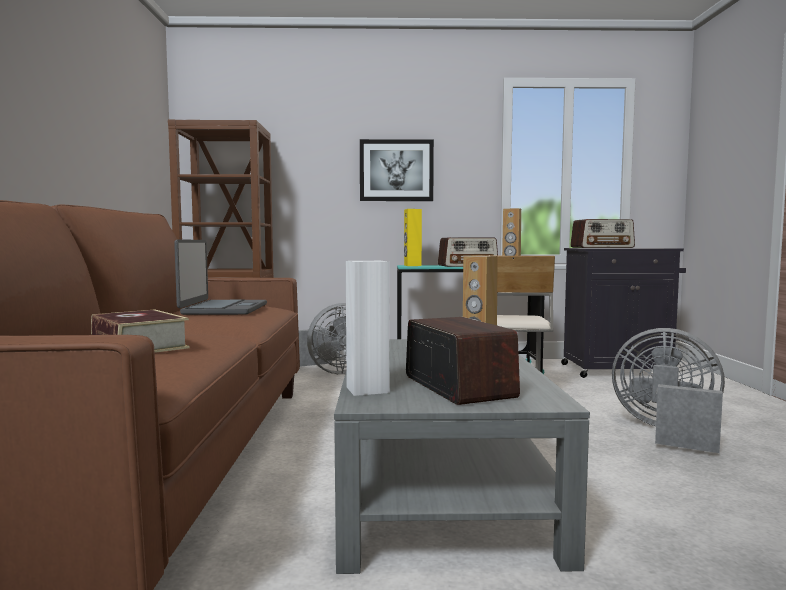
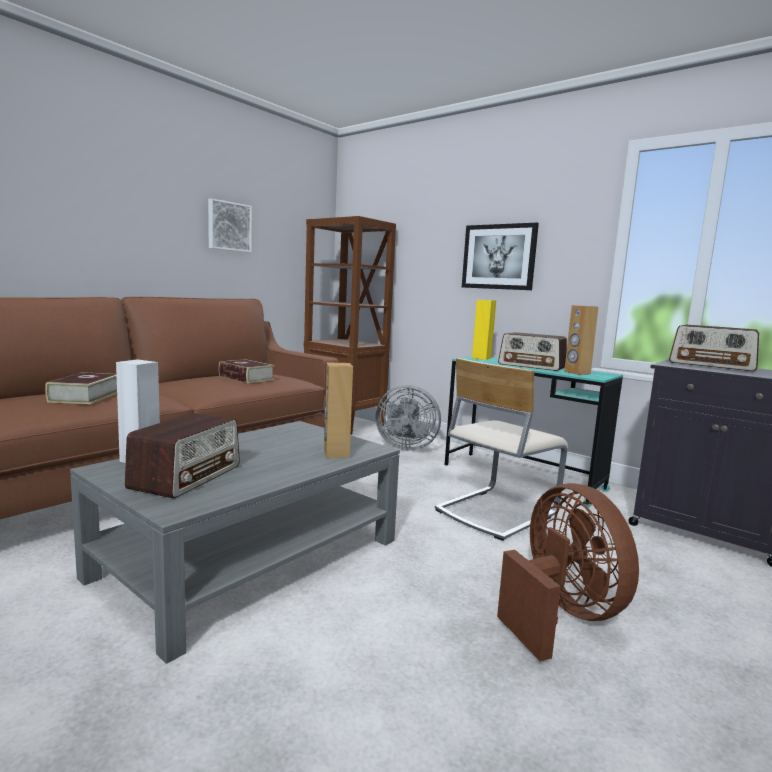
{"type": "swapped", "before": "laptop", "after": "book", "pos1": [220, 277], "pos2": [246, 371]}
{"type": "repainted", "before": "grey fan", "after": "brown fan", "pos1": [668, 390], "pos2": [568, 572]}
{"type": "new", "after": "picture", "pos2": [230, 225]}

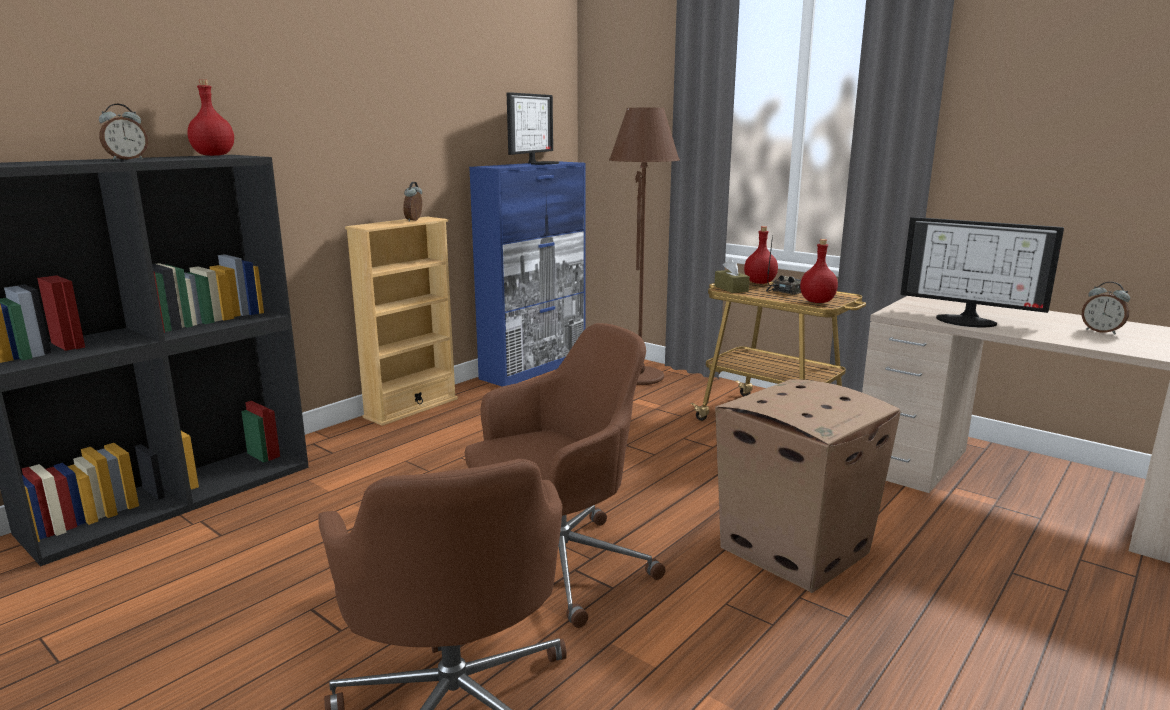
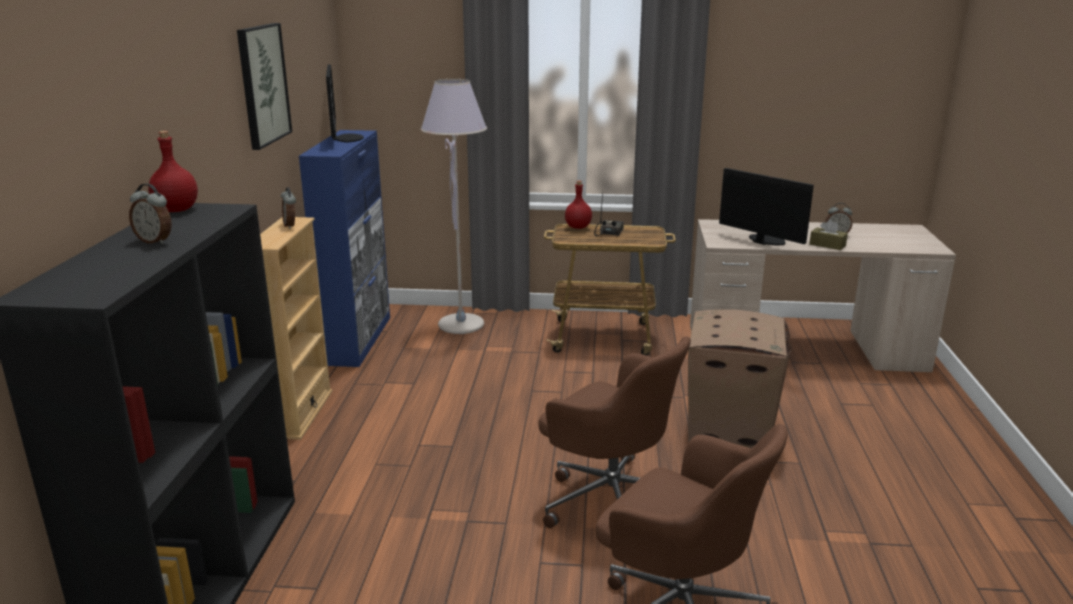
{"type": "rotated", "before": "alarm clock", "pos1": [123, 132], "pos2": [150, 214], "turn": 105}
{"type": "rotated", "before": "brown office chair", "pos1": [565, 475], "pos2": [614, 432], "turn": 105}
{"type": "repainted", "before": "brown floor lamp", "after": "grey floor lamp", "pos1": [644, 246], "pos2": [454, 206]}
{"type": "shifted", "before": "brown tissue box", "pos1": [732, 276], "pos2": [828, 234]}
{"type": "gone", "before": "red bottle", "pos1": [819, 271]}
{"type": "rotated", "before": "monitor", "pos1": [982, 272], "pos2": [766, 206], "turn": -135}
{"type": "new", "after": "picture", "pos2": [264, 86]}

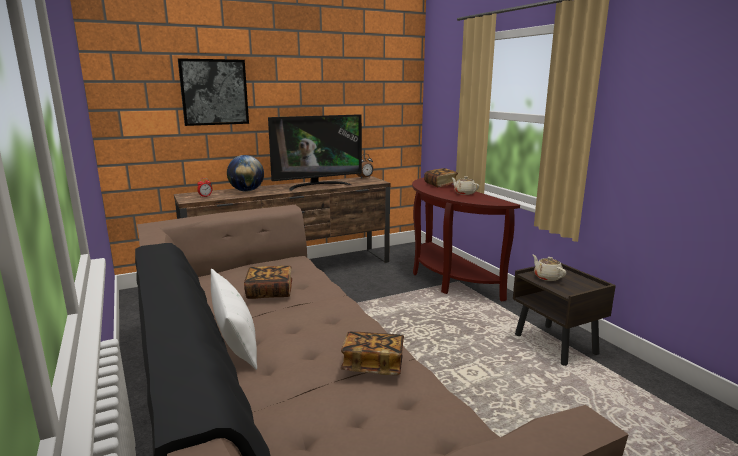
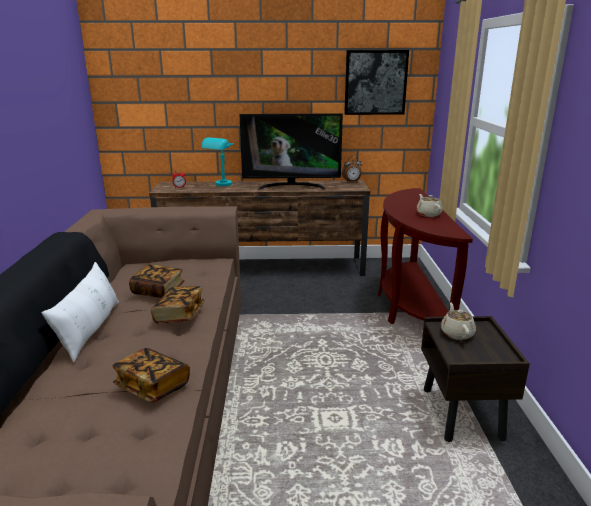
{"type": "shifted", "before": "picture", "pos1": [213, 92], "pos2": [376, 82]}
{"type": "swapped", "before": "globe", "after": "turquoise table lamp", "pos1": [245, 173], "pos2": [217, 162]}
{"type": "shifted", "before": "book", "pos1": [441, 177], "pos2": [177, 305]}

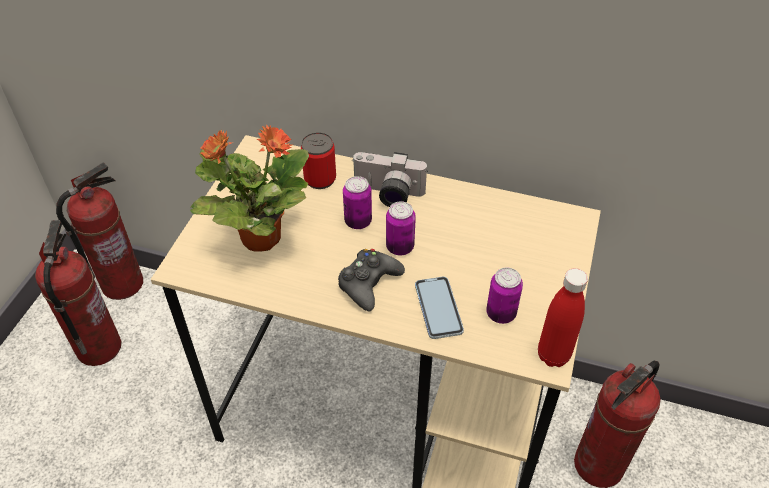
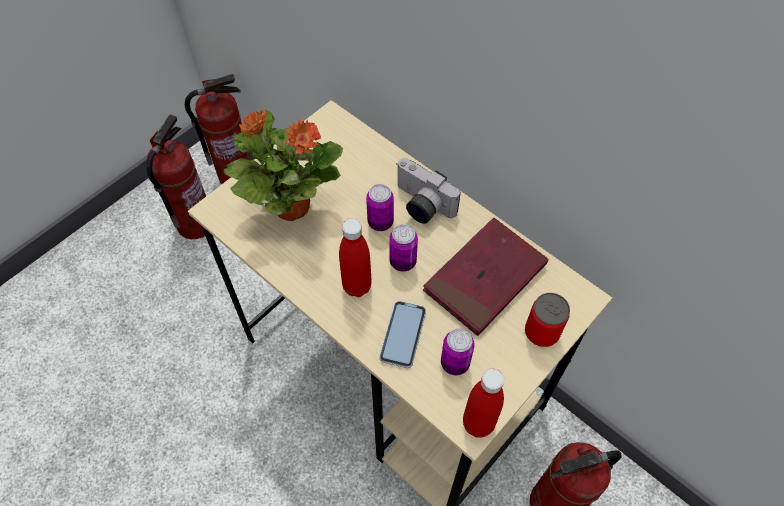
{"type": "shifted", "before": "can", "pos1": [318, 160], "pos2": [547, 320]}
{"type": "swapped", "before": "black game controller", "after": "red bottle", "pos1": [371, 280], "pos2": [355, 257]}
{"type": "new", "after": "red book", "pos2": [486, 277]}

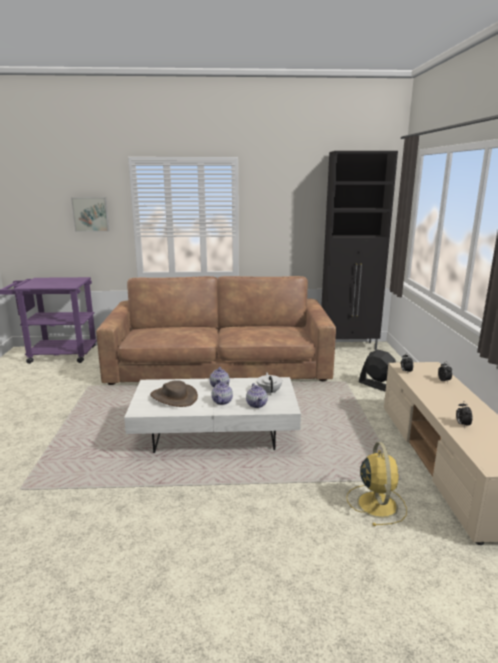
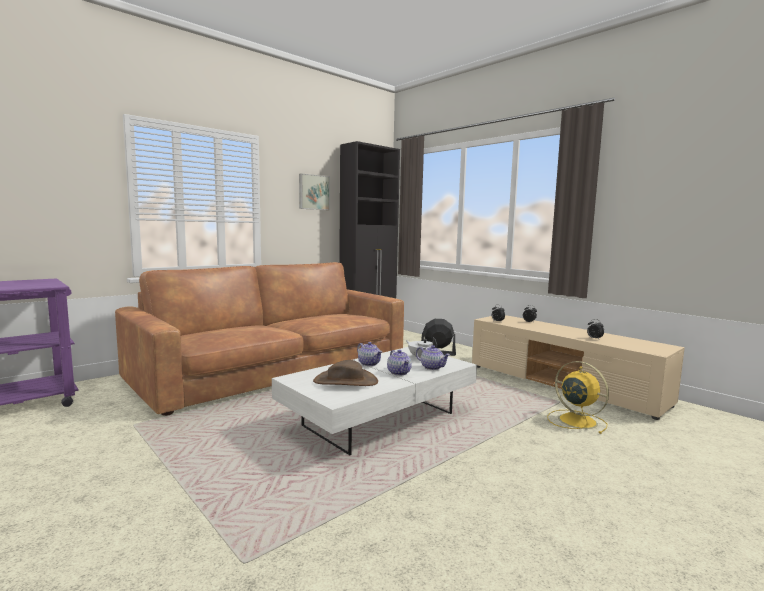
{"type": "shifted", "before": "picture", "pos1": [90, 214], "pos2": [314, 191]}

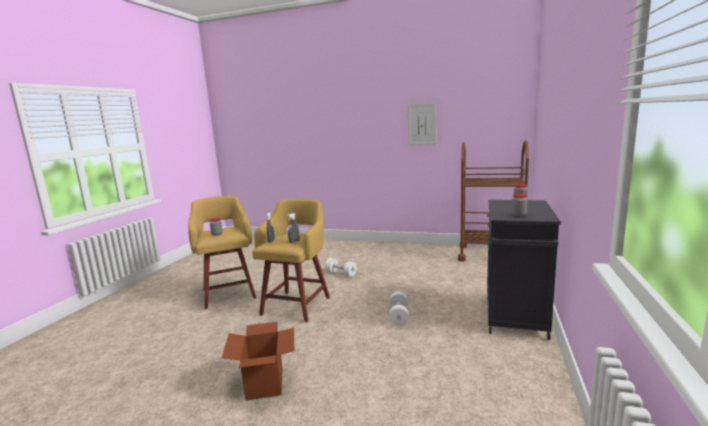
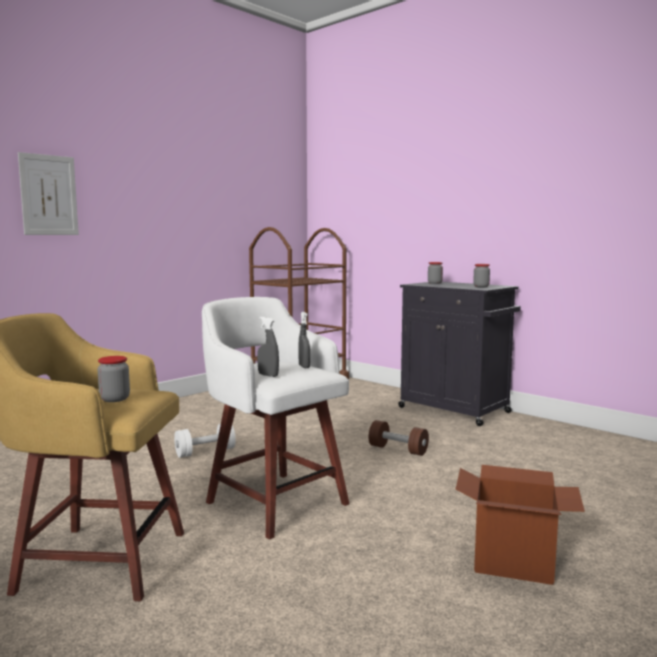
{"type": "repainted", "before": "yellow stool", "after": "white stool", "pos1": [291, 260], "pos2": [275, 418]}
{"type": "repainted", "before": "white dumbbell", "after": "brown dumbbell", "pos1": [398, 308], "pos2": [398, 438]}
{"type": "shifted", "before": "picture", "pos1": [422, 124], "pos2": [48, 193]}

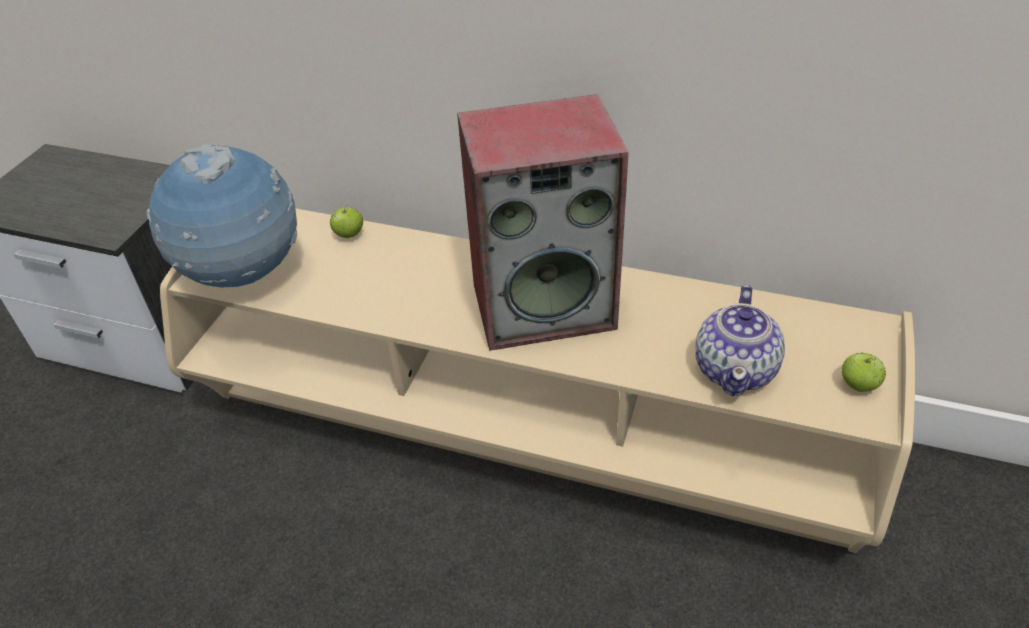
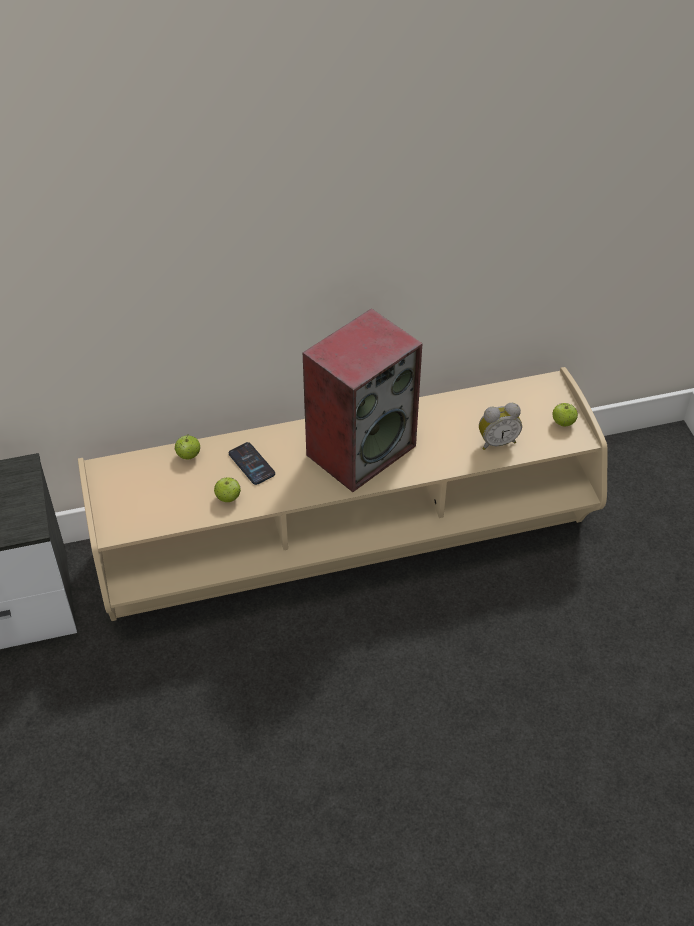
{"type": "gone", "before": "globe", "pos1": [222, 216]}
{"type": "swapped", "before": "teapot", "after": "alarm clock", "pos1": [740, 340], "pos2": [500, 426]}
{"type": "new", "after": "apple", "pos2": [227, 489]}
{"type": "new", "after": "phone", "pos2": [252, 463]}

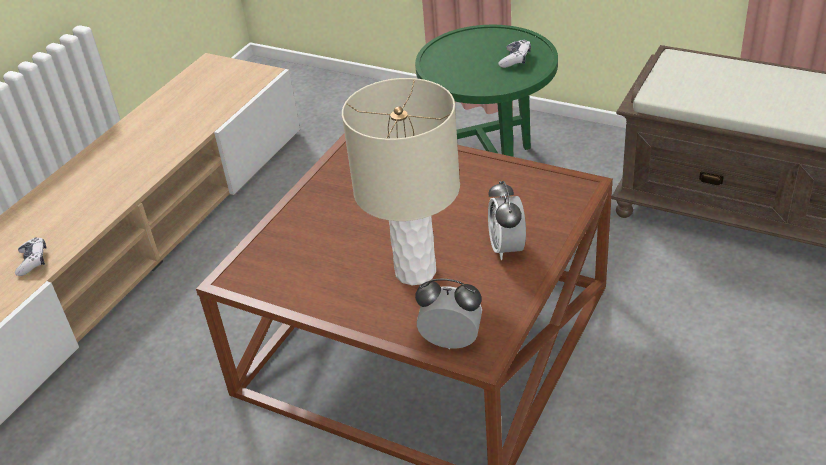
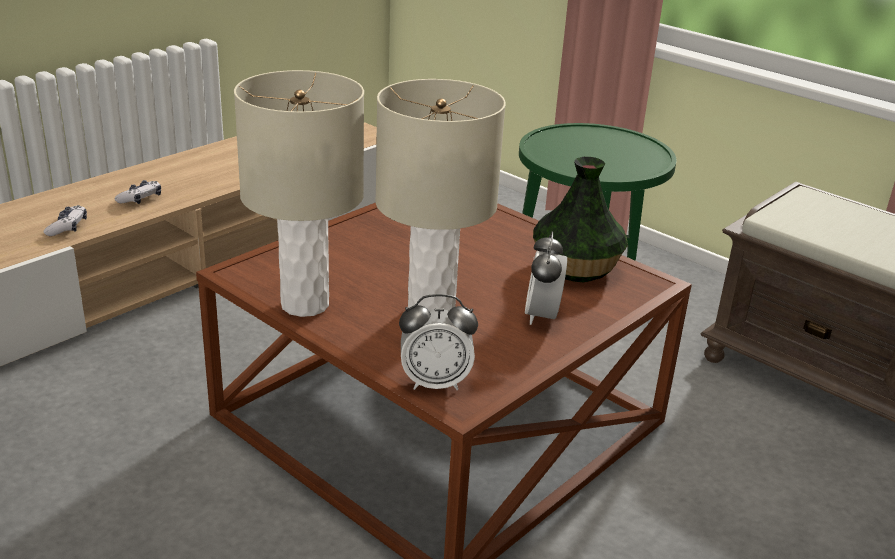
{"type": "rotated", "before": "alarm clock", "pos1": [448, 314], "pos2": [438, 342], "turn": 150}
{"type": "shifted", "before": "game controller", "pos1": [514, 54], "pos2": [137, 192]}
{"type": "new", "after": "beige table lamp", "pos2": [299, 193]}
{"type": "new", "after": "vase", "pos2": [580, 219]}

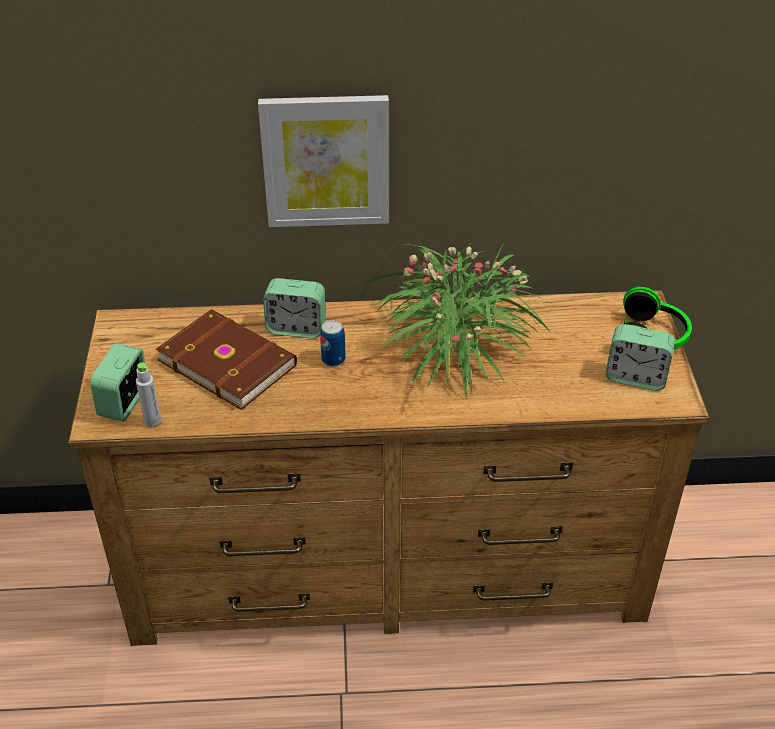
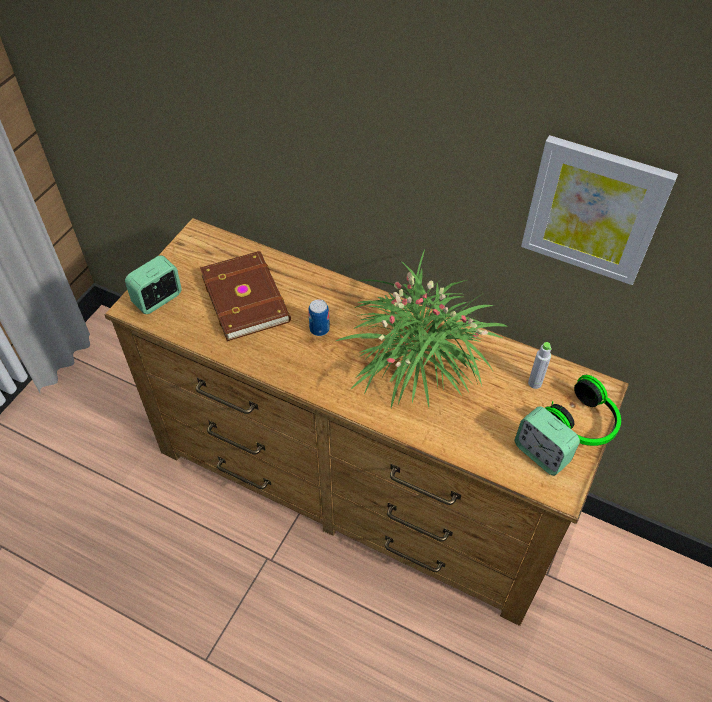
{"type": "shifted", "before": "grey bottle", "pos1": [148, 395], "pos2": [540, 365]}
{"type": "shifted", "before": "picture", "pos1": [323, 161], "pos2": [599, 210]}
{"type": "gone", "before": "alarm clock", "pos1": [294, 308]}

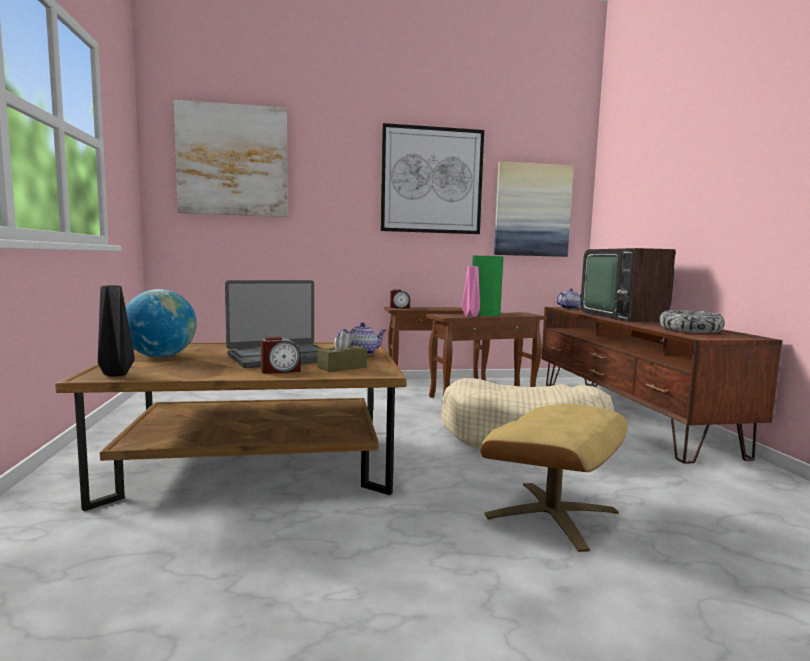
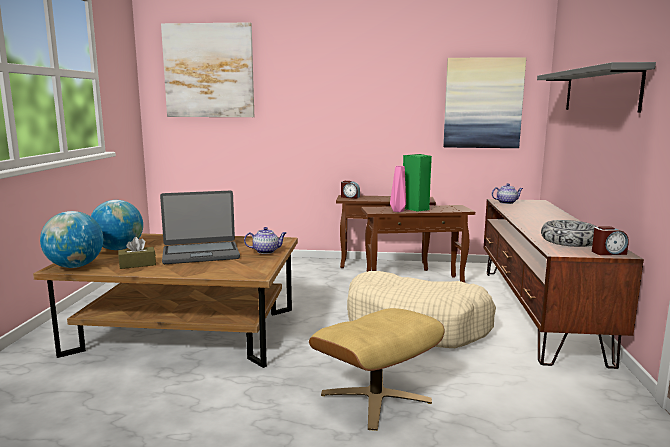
{"type": "swapped", "before": "black vase", "after": "globe", "pos1": [116, 331], "pos2": [71, 239]}
{"type": "shifted", "before": "alarm clock", "pos1": [281, 355], "pos2": [610, 240]}
{"type": "shifted", "before": "brown tissue box", "pos1": [342, 351], "pos2": [137, 253]}
{"type": "gone", "before": "picture", "pos1": [432, 178]}
{"type": "gone", "before": "television", "pos1": [627, 285]}
{"type": "new", "after": "grey shelf", "pos2": [596, 87]}

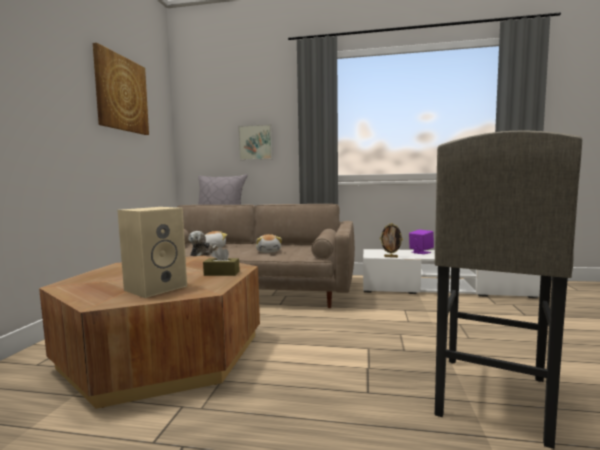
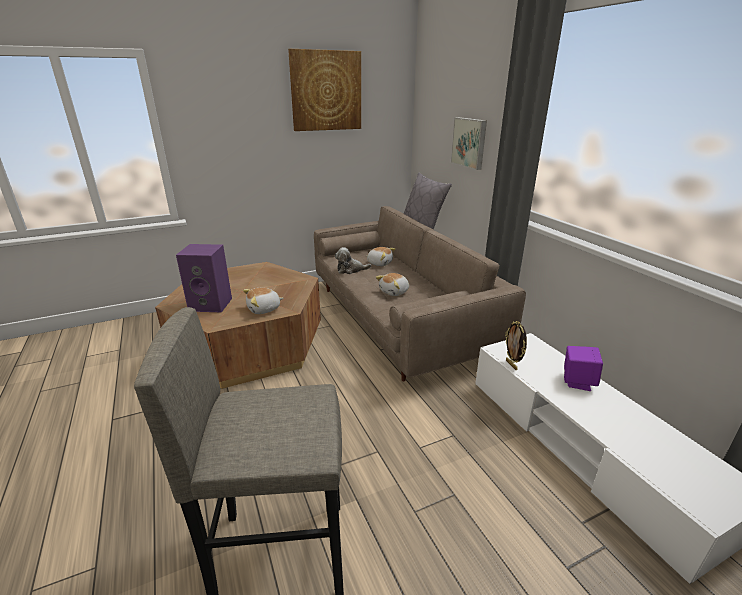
{"type": "repainted", "before": "beige speaker", "after": "purple speaker", "pos1": [152, 252], "pos2": [204, 278]}
{"type": "swapped", "before": "brown tissue box", "after": "plush toy", "pos1": [221, 261], "pos2": [263, 301]}

